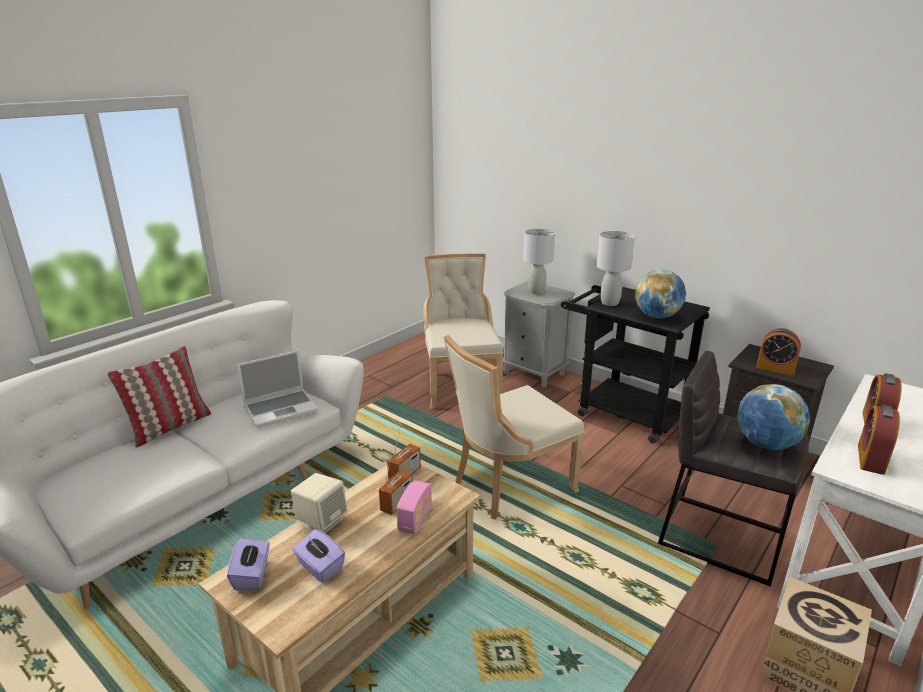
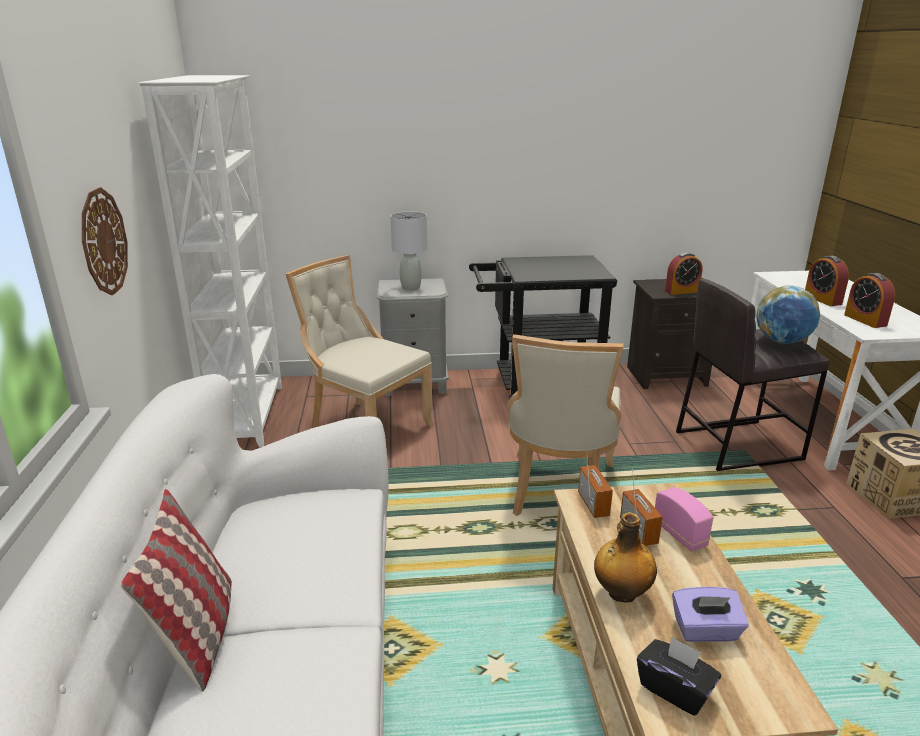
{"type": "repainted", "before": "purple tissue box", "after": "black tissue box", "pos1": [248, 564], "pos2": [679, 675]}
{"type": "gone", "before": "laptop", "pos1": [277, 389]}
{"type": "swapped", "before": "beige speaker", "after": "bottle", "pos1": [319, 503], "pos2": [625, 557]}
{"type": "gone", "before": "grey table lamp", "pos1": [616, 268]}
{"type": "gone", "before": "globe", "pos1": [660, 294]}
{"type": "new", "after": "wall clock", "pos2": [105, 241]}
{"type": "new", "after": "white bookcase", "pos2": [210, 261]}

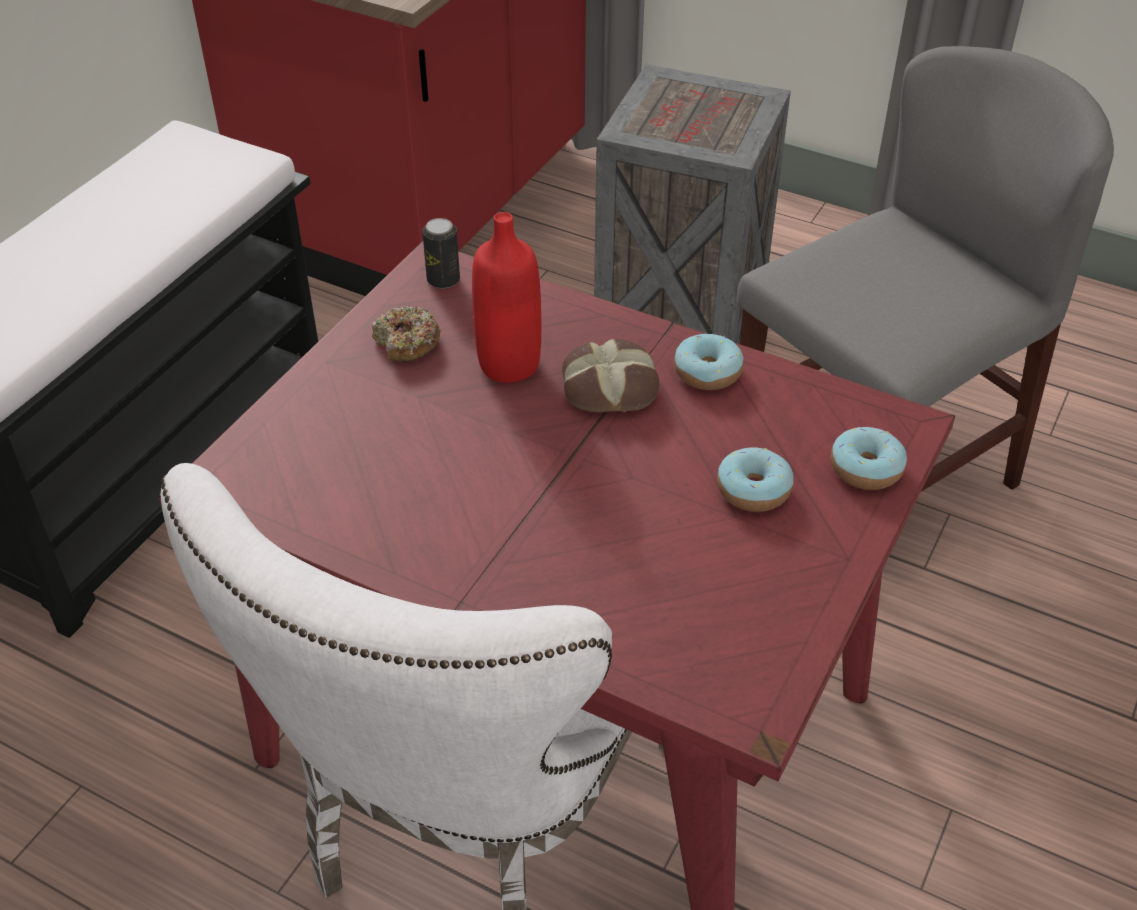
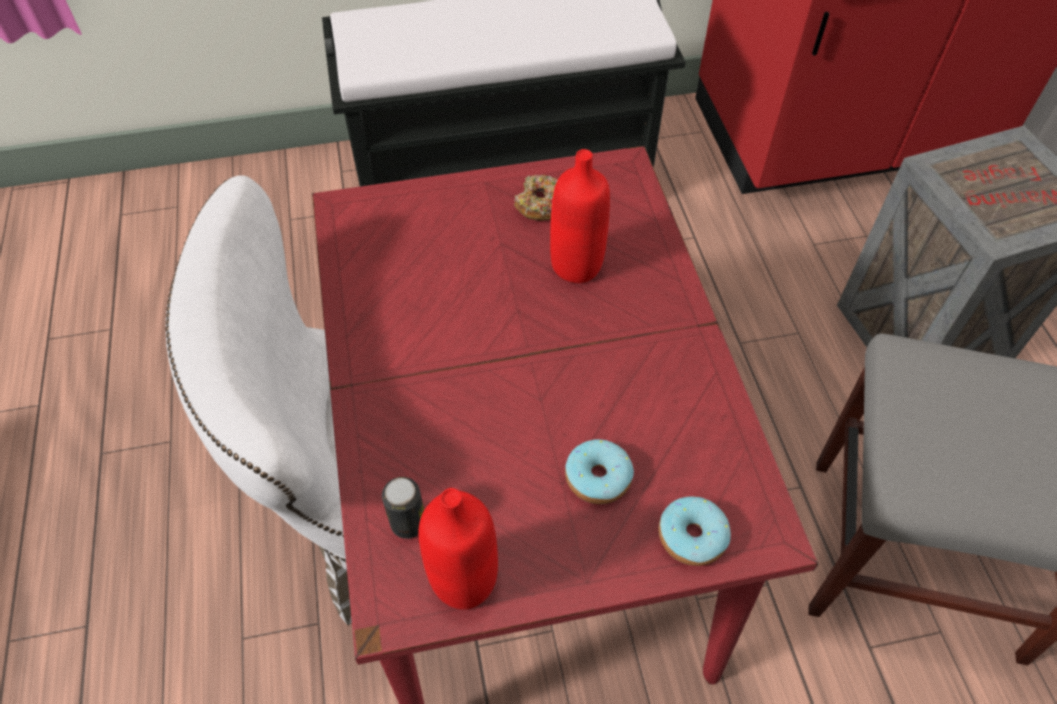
{"type": "shifted", "before": "can", "pos1": [441, 253], "pos2": [403, 508]}
{"type": "gone", "before": "bread", "pos1": [610, 375]}
{"type": "gone", "before": "donut", "pos1": [709, 362]}
{"type": "new", "after": "red bottle", "pos2": [458, 549]}

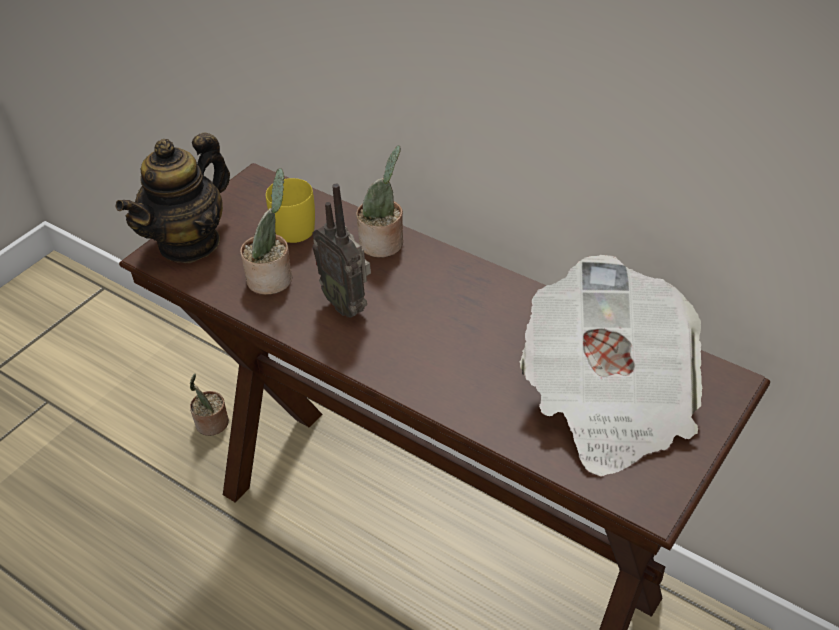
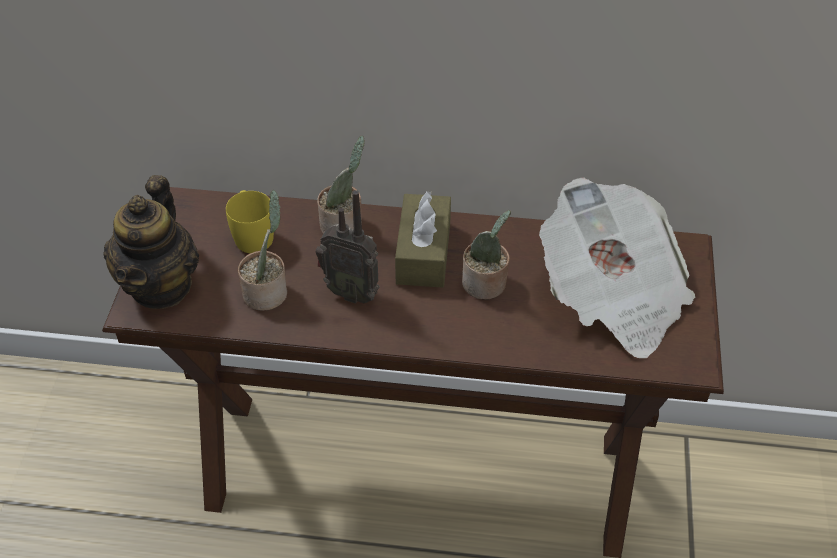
{"type": "shifted", "before": "potted plant", "pos1": [209, 405], "pos2": [486, 255]}
{"type": "new", "after": "brown tissue box", "pos2": [423, 239]}

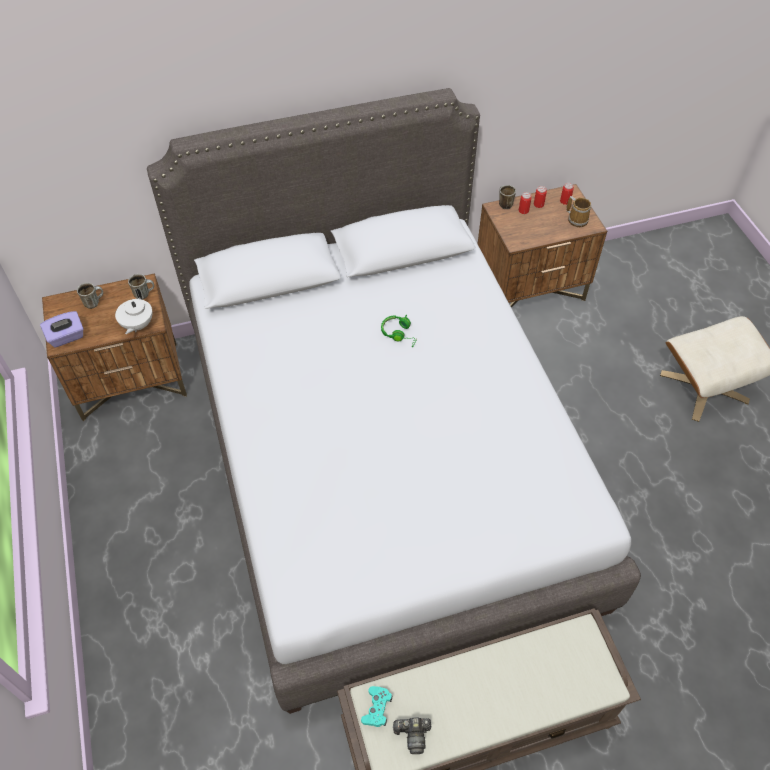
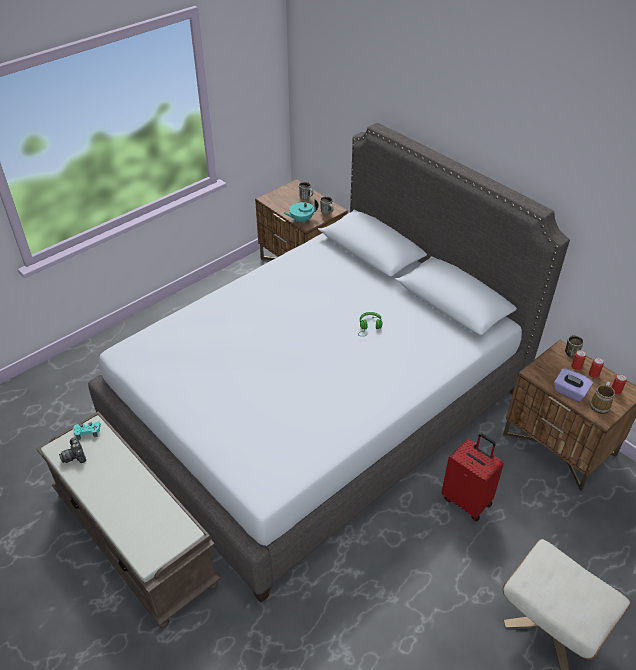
{"type": "shifted", "before": "purple tissue box", "pos1": [62, 329], "pos2": [573, 385]}
{"type": "repainted", "before": "white teapot", "after": "turquoise teapot", "pos1": [133, 311], "pos2": [301, 211]}
{"type": "new", "after": "red suitcase", "pos2": [473, 477]}

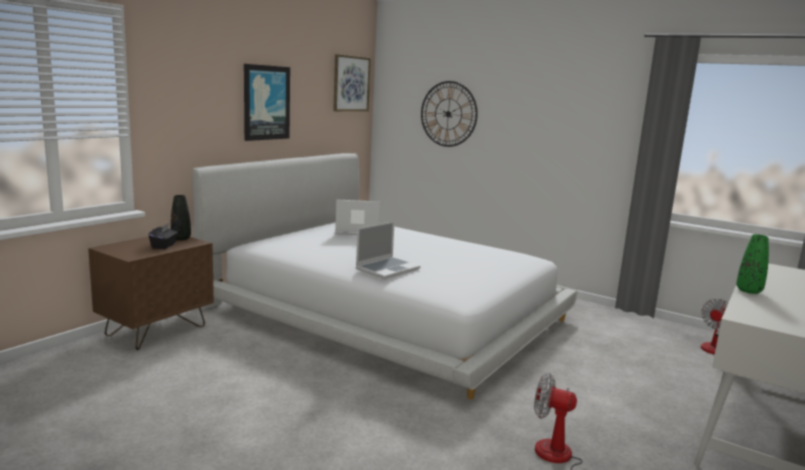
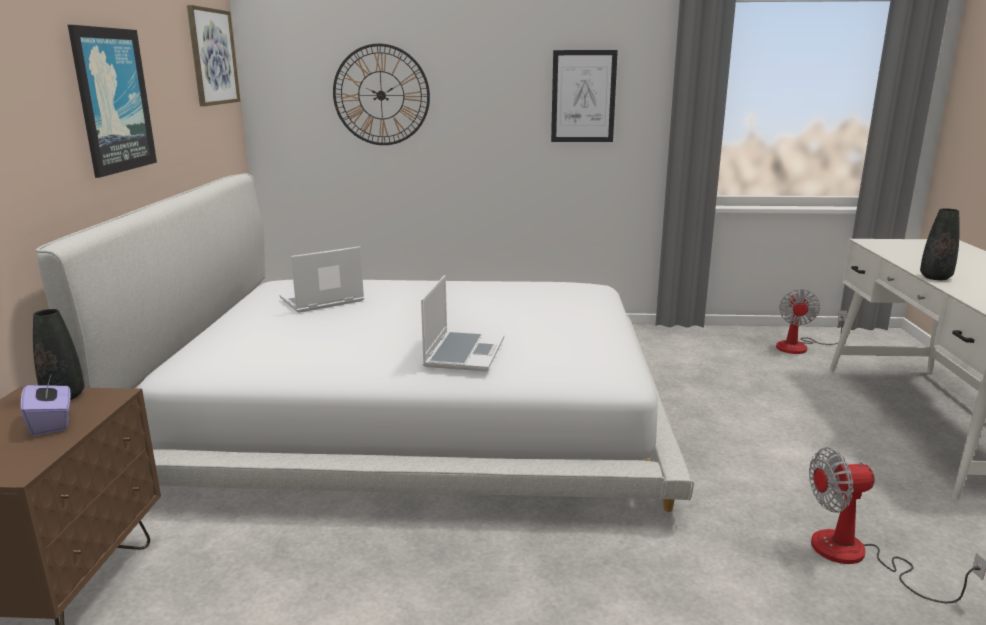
{"type": "repainted", "before": "black tissue box", "after": "purple tissue box", "pos1": [163, 236], "pos2": [45, 404]}
{"type": "repainted", "before": "green vase", "after": "black vase", "pos1": [752, 264], "pos2": [940, 244]}
{"type": "new", "after": "picture", "pos2": [584, 96]}

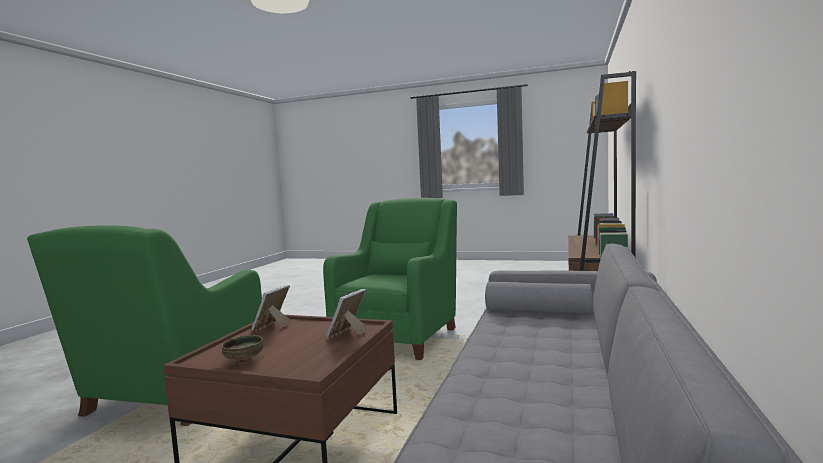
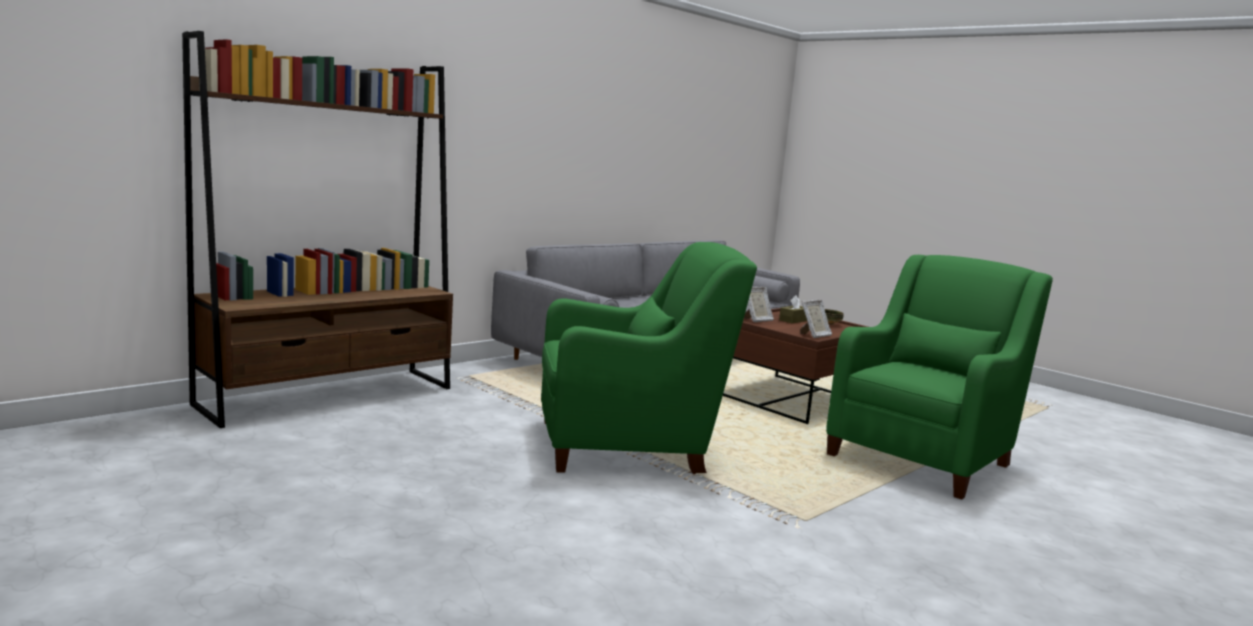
{"type": "rotated", "before": "green armchair", "pos1": [390, 279], "pos2": [649, 358], "turn": -150}
{"type": "new", "after": "brown tissue box", "pos2": [793, 309]}

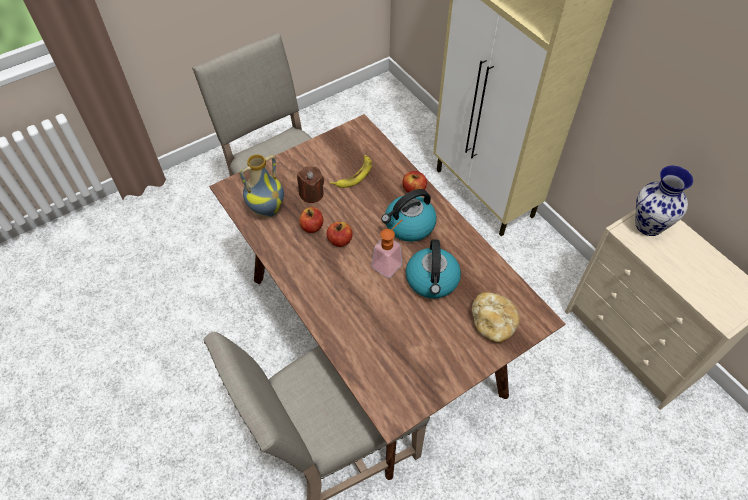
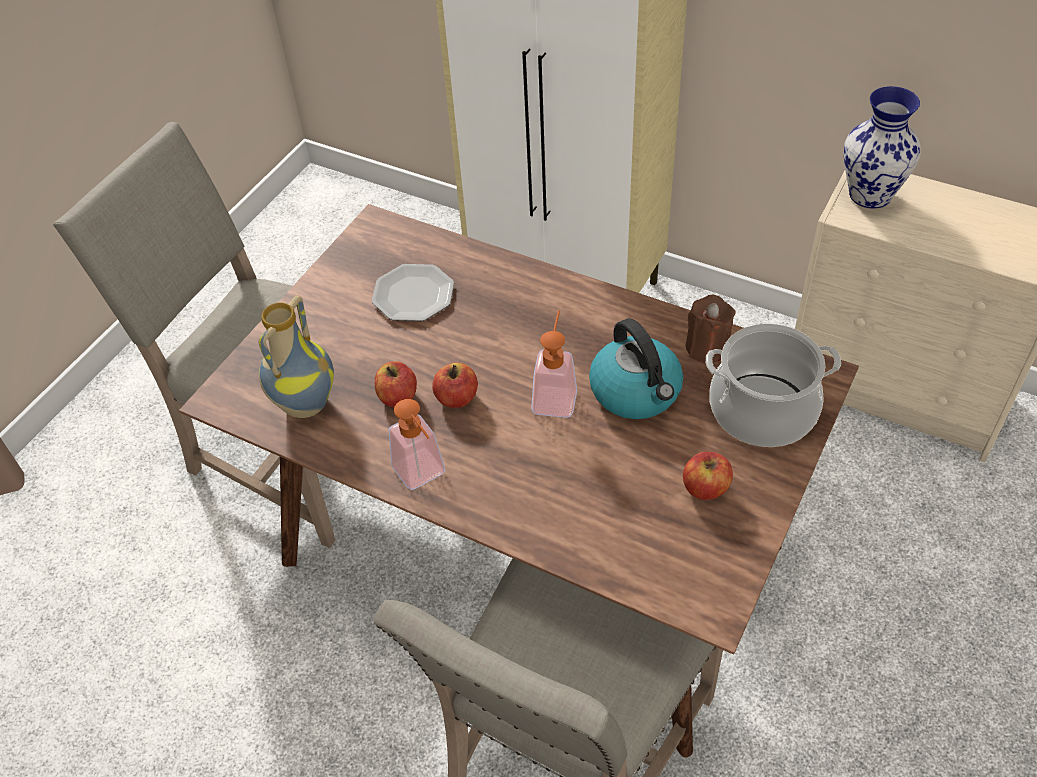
{"type": "shifted", "before": "brown candle", "pos1": [310, 185], "pos2": [710, 329]}
{"type": "swapped", "before": "banana", "after": "plate", "pos1": [351, 171], "pos2": [413, 292]}
{"type": "gone", "before": "kettle", "pos1": [409, 215]}
{"type": "shifted", "before": "apple", "pos1": [414, 182], "pos2": [708, 476]}
{"type": "swapped", "before": "bread", "after": "cooking pot", "pos1": [496, 317], "pos2": [773, 385]}
{"type": "new", "after": "soap dispenser", "pos2": [417, 444]}

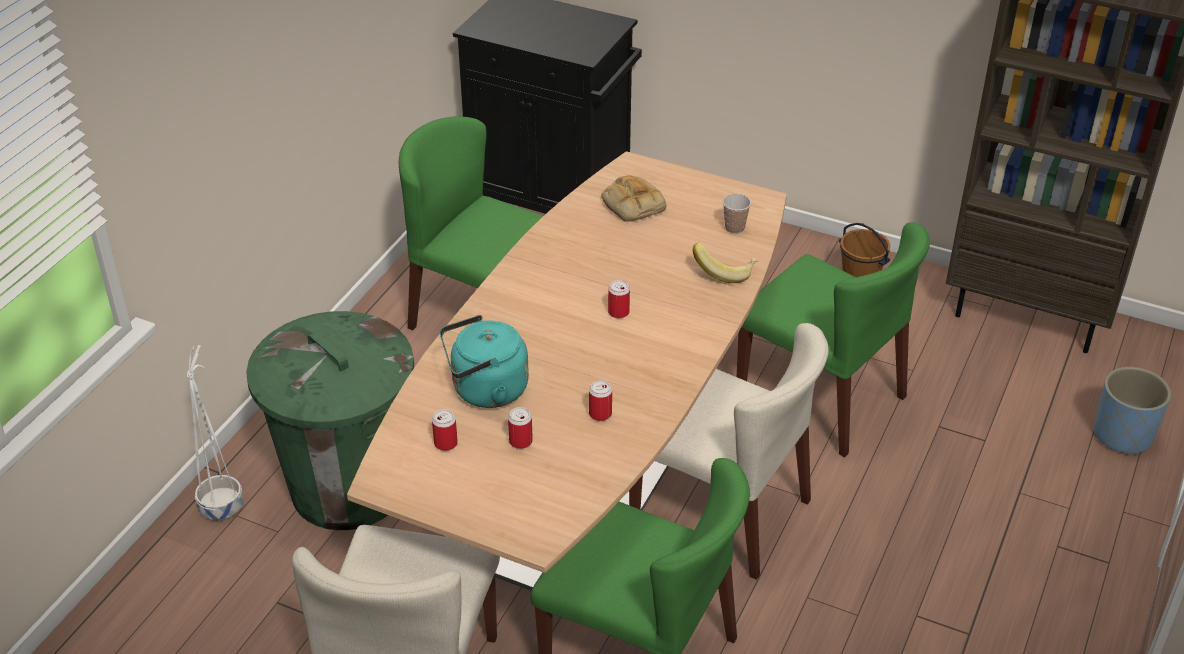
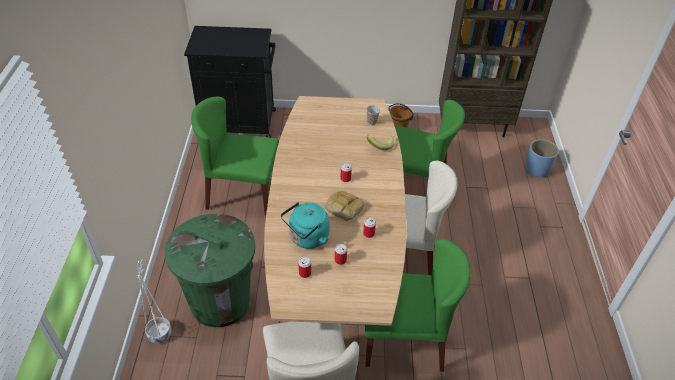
{"type": "shifted", "before": "bread", "pos1": [633, 198], "pos2": [344, 206]}

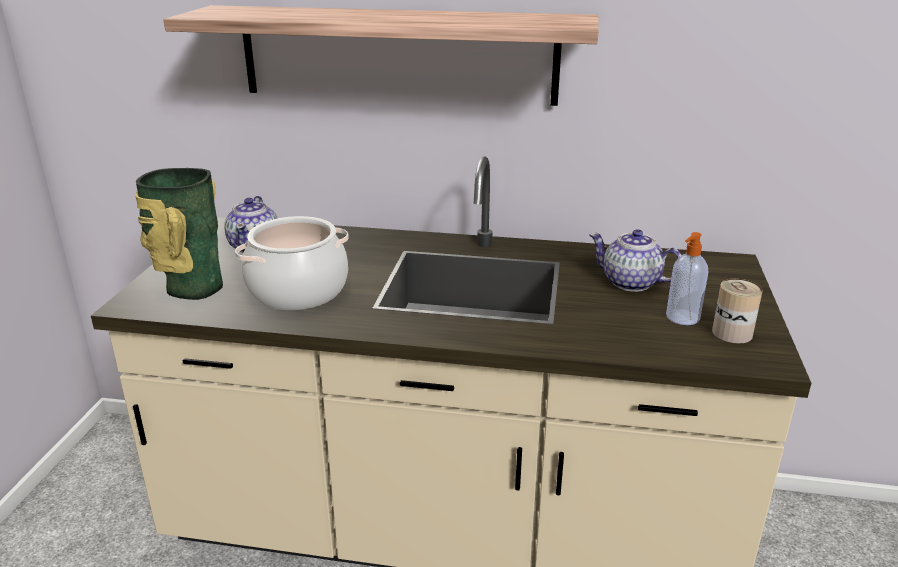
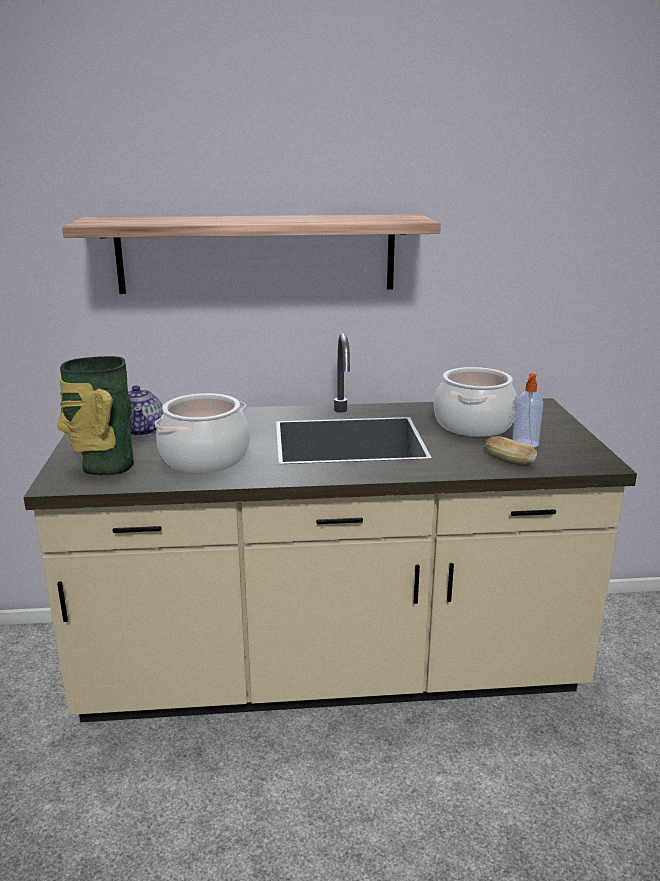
{"type": "swapped", "before": "teapot", "after": "cooking pot", "pos1": [635, 260], "pos2": [475, 402]}
{"type": "gone", "before": "can", "pos1": [737, 311]}
{"type": "new", "after": "bread", "pos2": [511, 450]}

